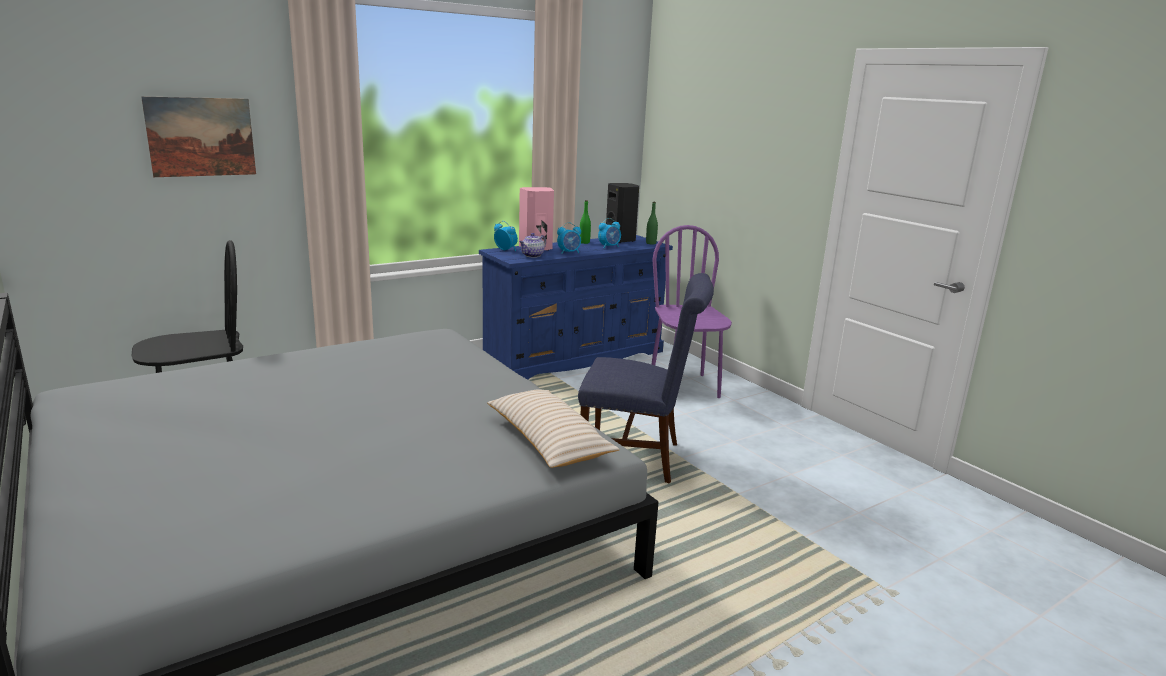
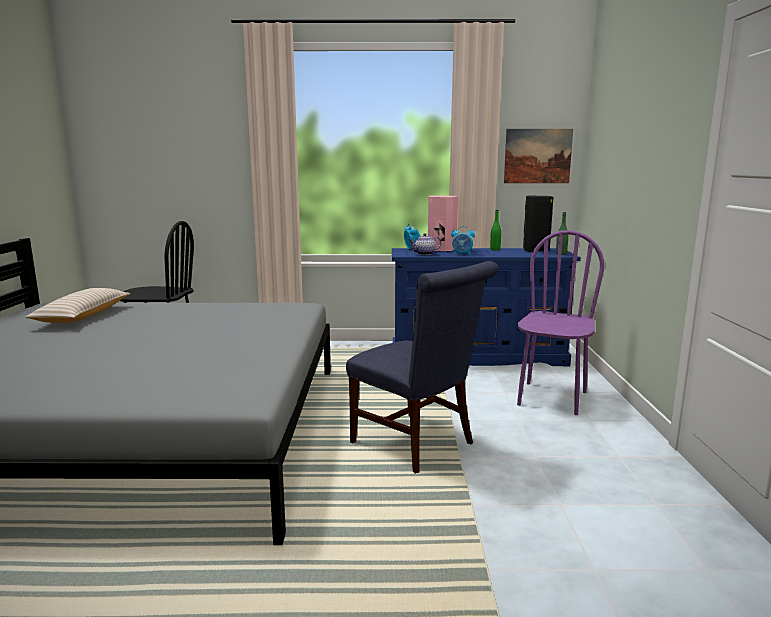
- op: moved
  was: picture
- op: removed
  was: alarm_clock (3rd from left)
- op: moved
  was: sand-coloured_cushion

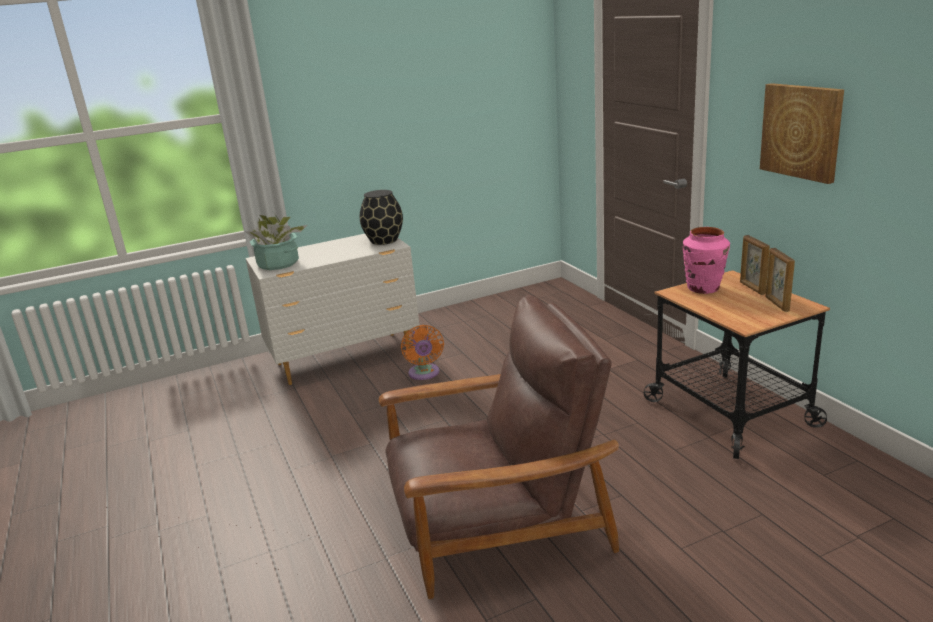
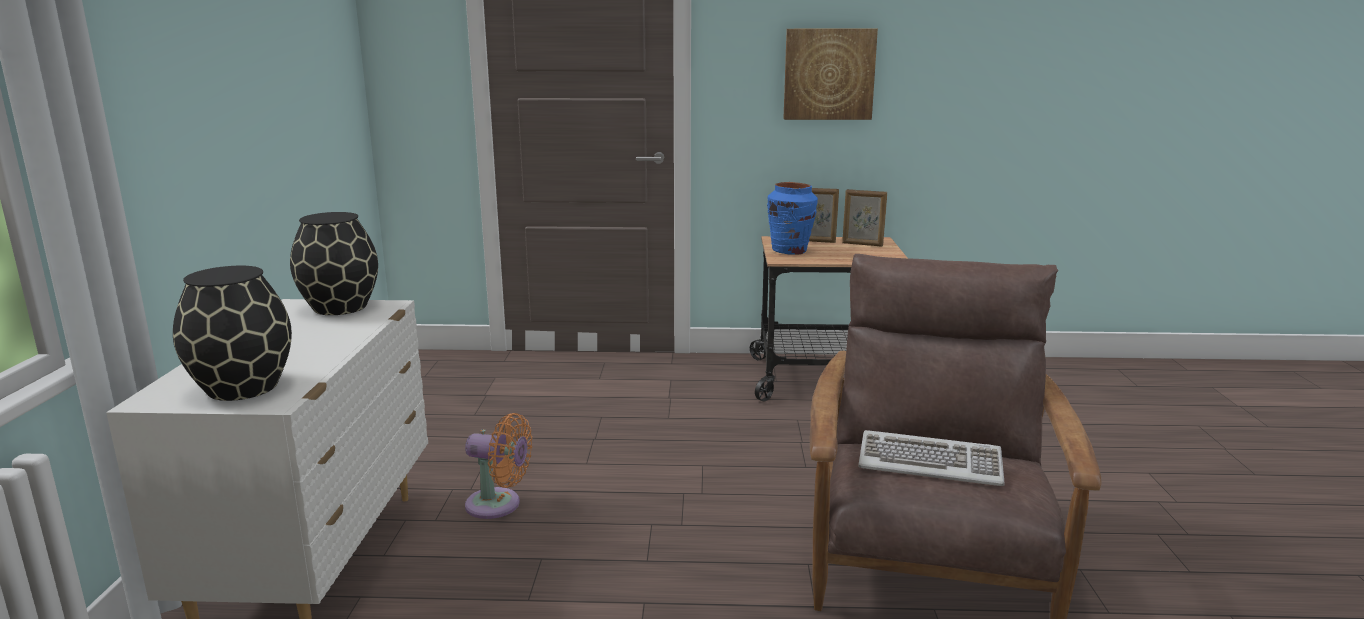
- op: replaced
  was: potted_plant
  now: black-coloured_flower_vase (1st from left)
- op: recoloured
  was: pink-coloured_flower_vase
  now: blue-coloured_flower_vase
- op: added
  now: computer_keyboard

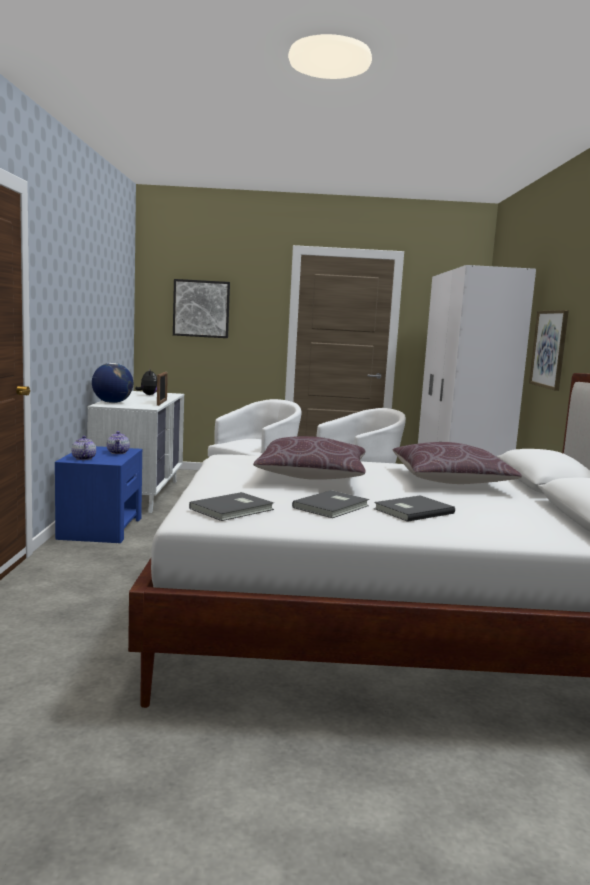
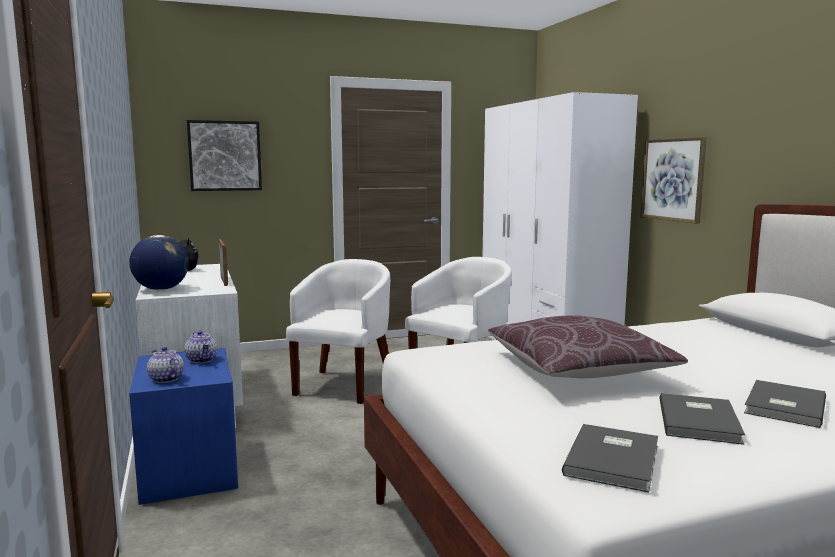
- op: removed
  was: brown_cushion (2nd from left)

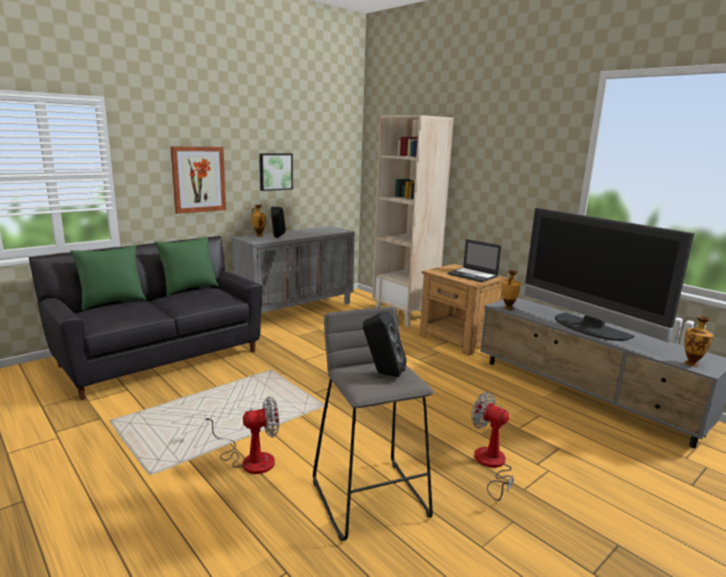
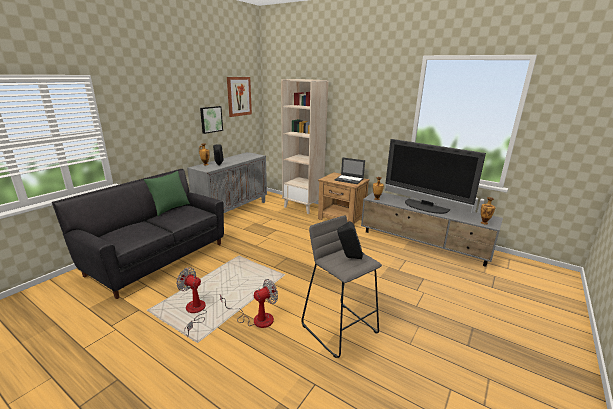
- op: moved
  was: picture (1st from left in the first image)
  now: picture (2nd from left)
- op: removed
  was: green_cushion (1st from left)
- op: moved
  was: fan (2nd from left in the first image)
  now: fan (1st from left)

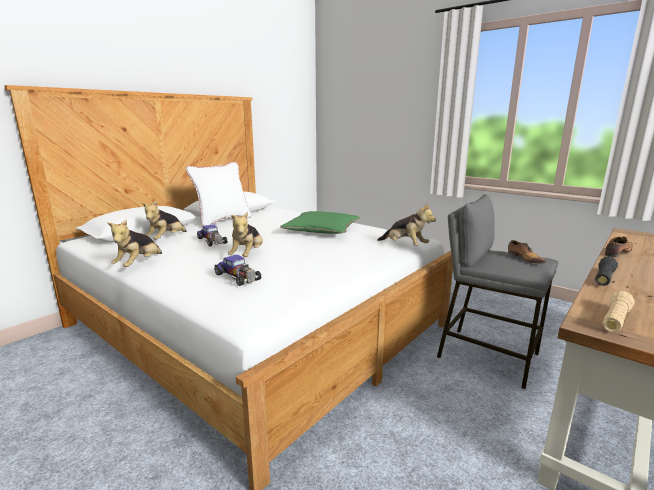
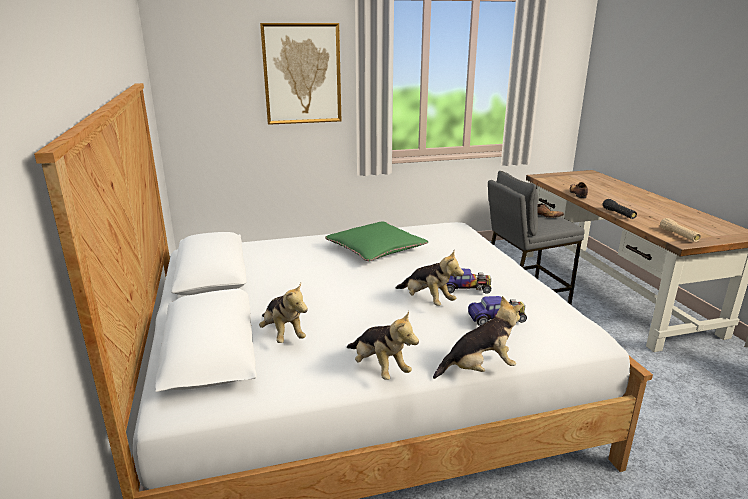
- op: removed
  was: white_cushion
- op: moved
  was: plush_toy (4th from left)
- op: moved
  was: toy_car (1st from left)
- op: added
  now: picture

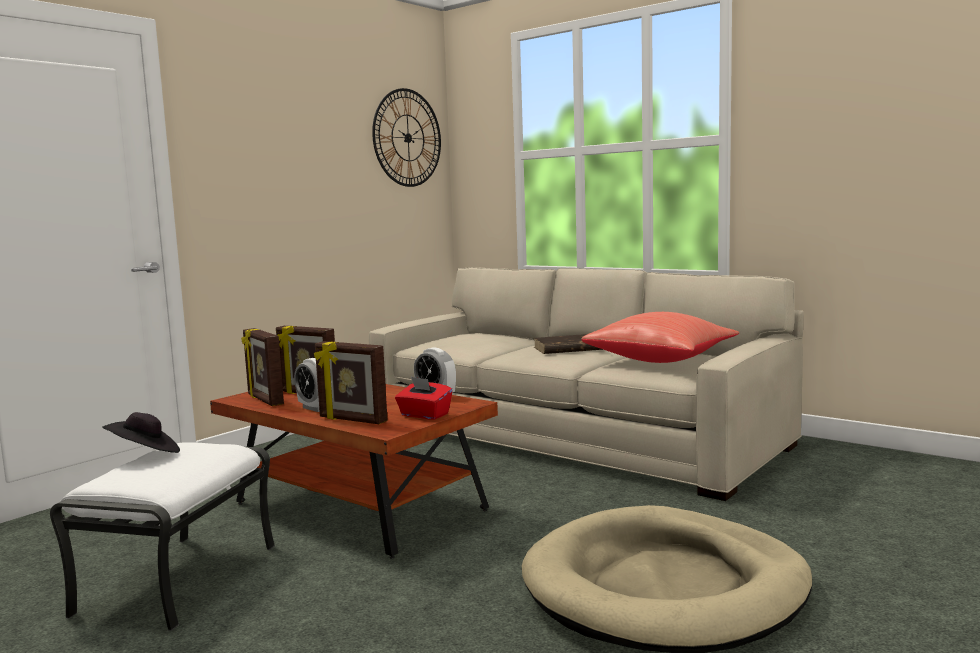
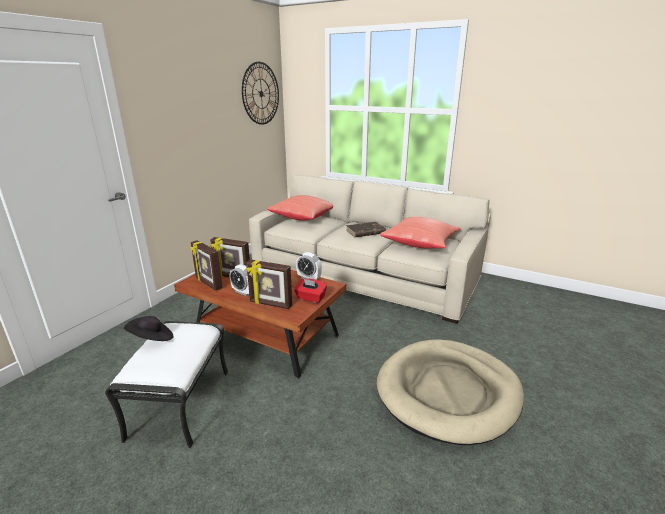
- op: added
  now: red_cushion (1st from left)

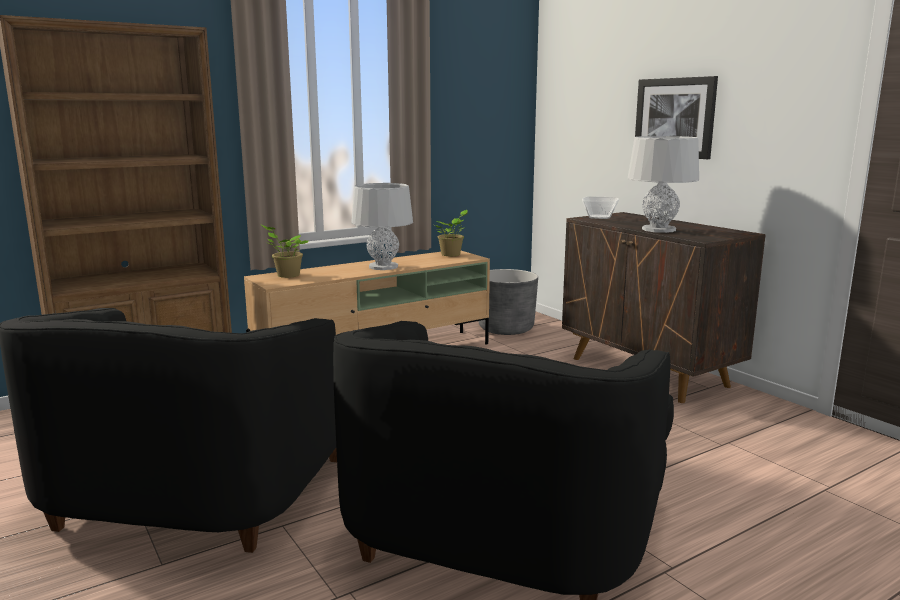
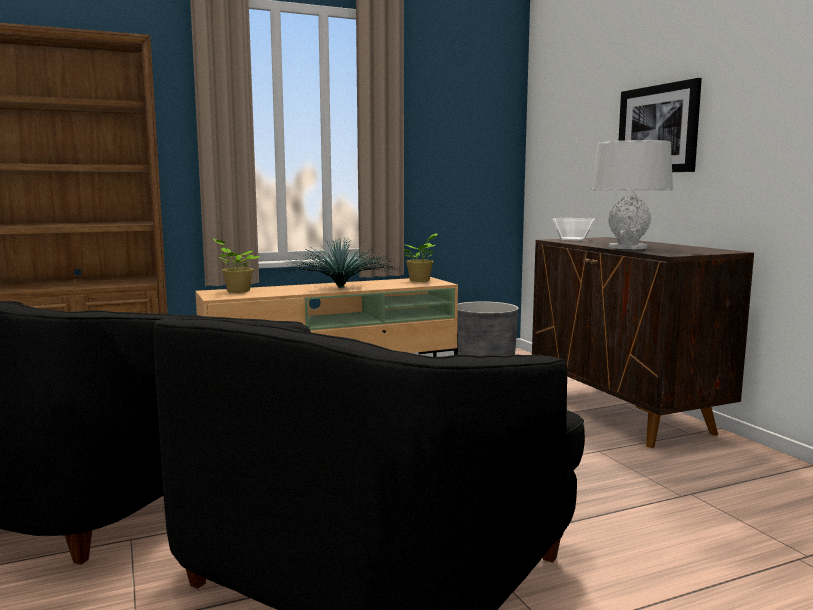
- op: replaced
  was: greyish_lamp_for_a_table (1st from left)
  now: potted_plant (2nd from left)

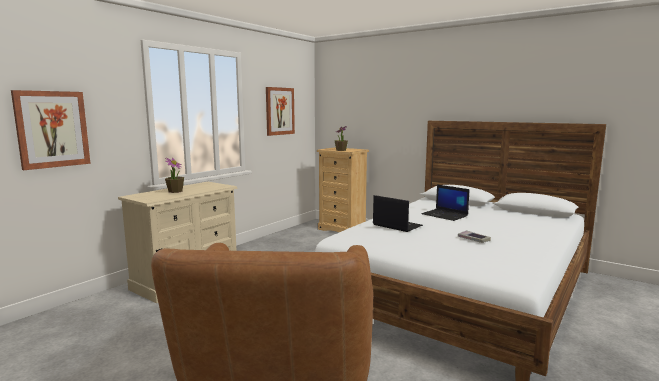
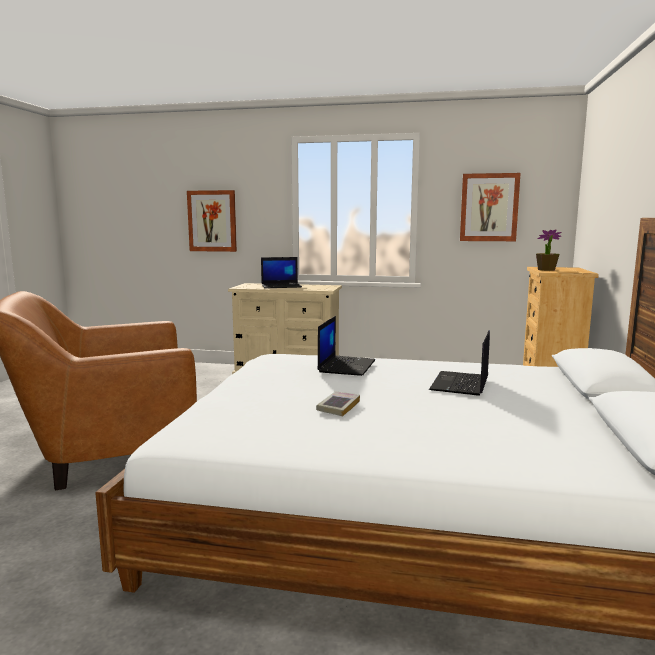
- op: replaced
  was: potted_plant (1st from left)
  now: portable_computer (1st from left)

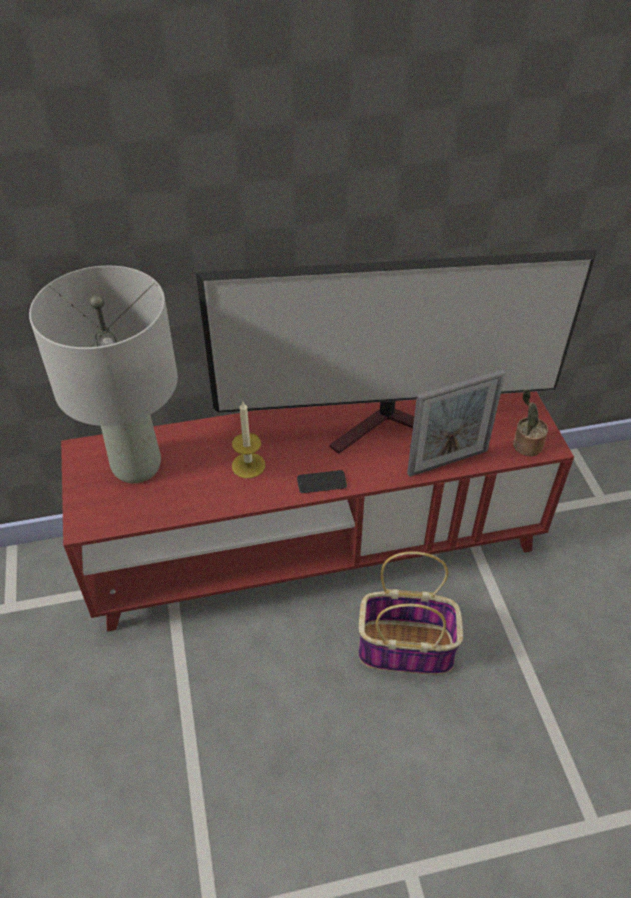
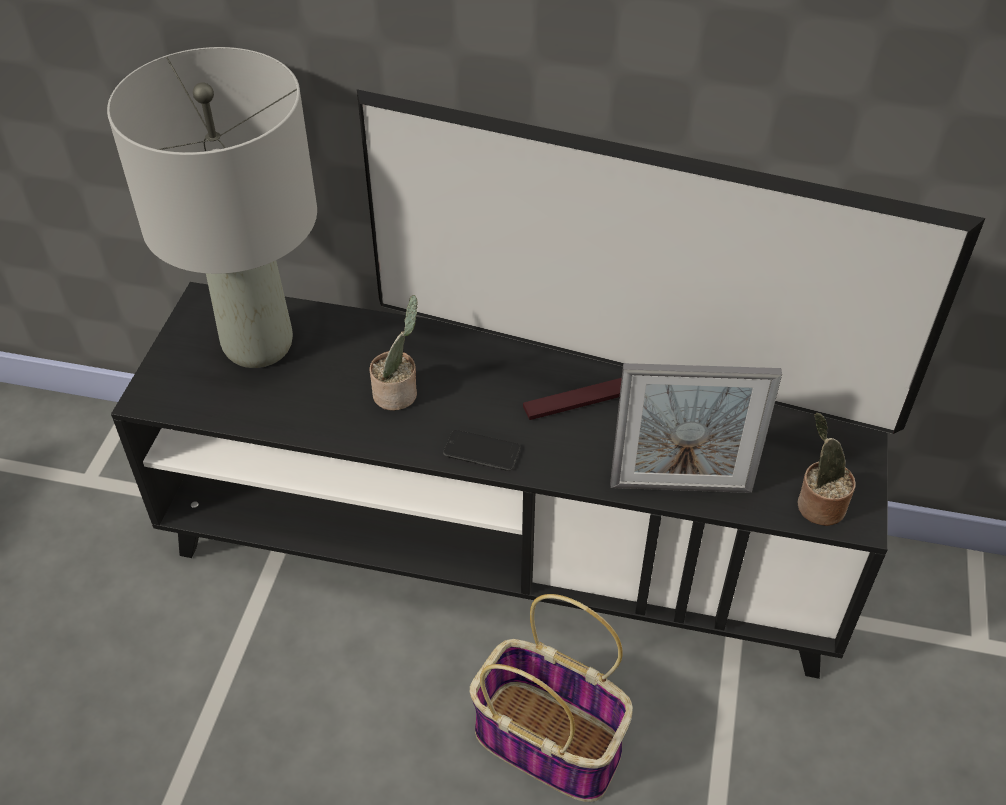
- op: recoloured
  was: red_tv_stand
  now: black-coloured_tv_stand
- op: replaced
  was: wax_candle
  now: potted_plant (1st from left)

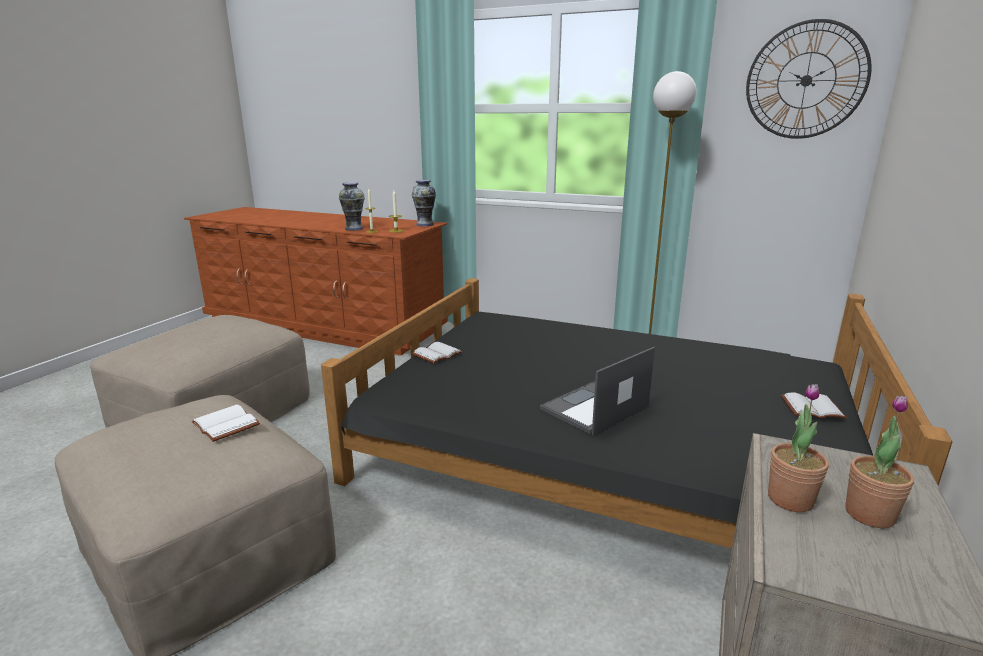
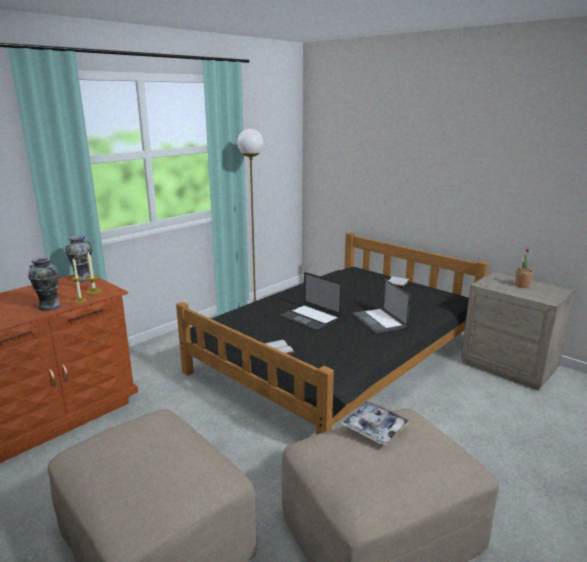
- op: removed
  was: clock_on_the_wall
- op: removed
  was: potted_plant (1st from left)
- op: replaced
  was: white_bound_book (1st from left)
  now: carrying_tray
- op: added
  now: portable_computer (1st from left)

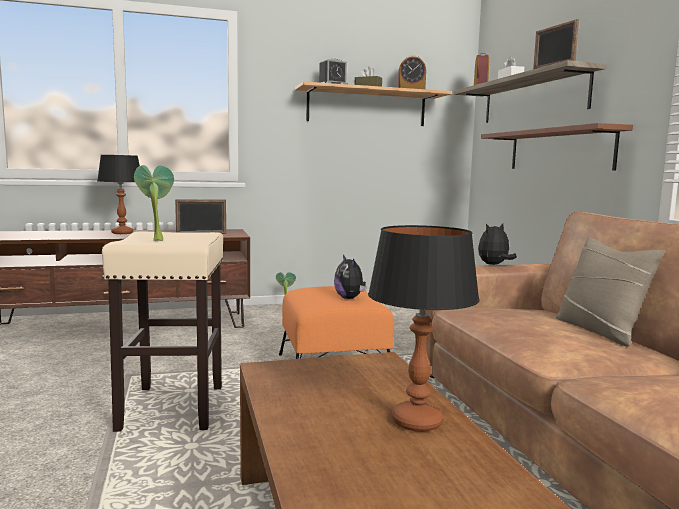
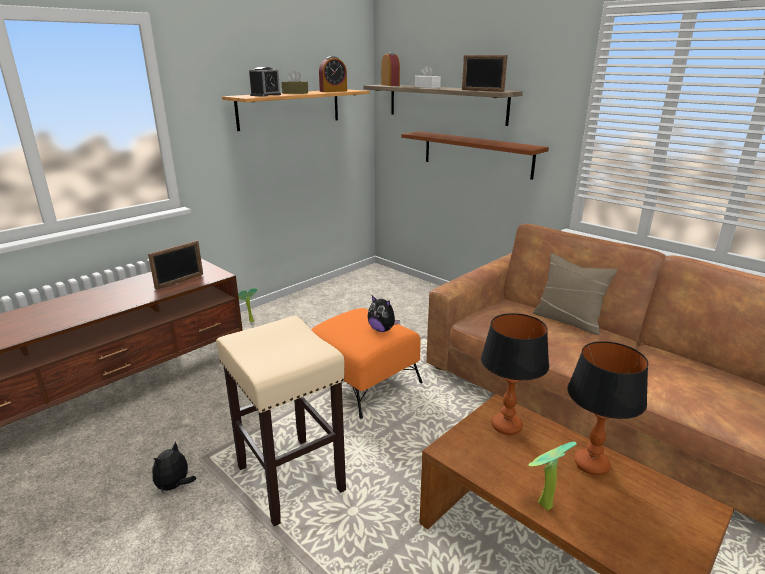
- op: moved
  was: lamp_for_a_table (1st from left)
- op: moved
  was: potted_plant (1st from left in the first image)
  now: potted_plant (2nd from left)
- op: moved
  was: plush_toy (2nd from left in the first image)
  now: plush_toy (1st from left)

